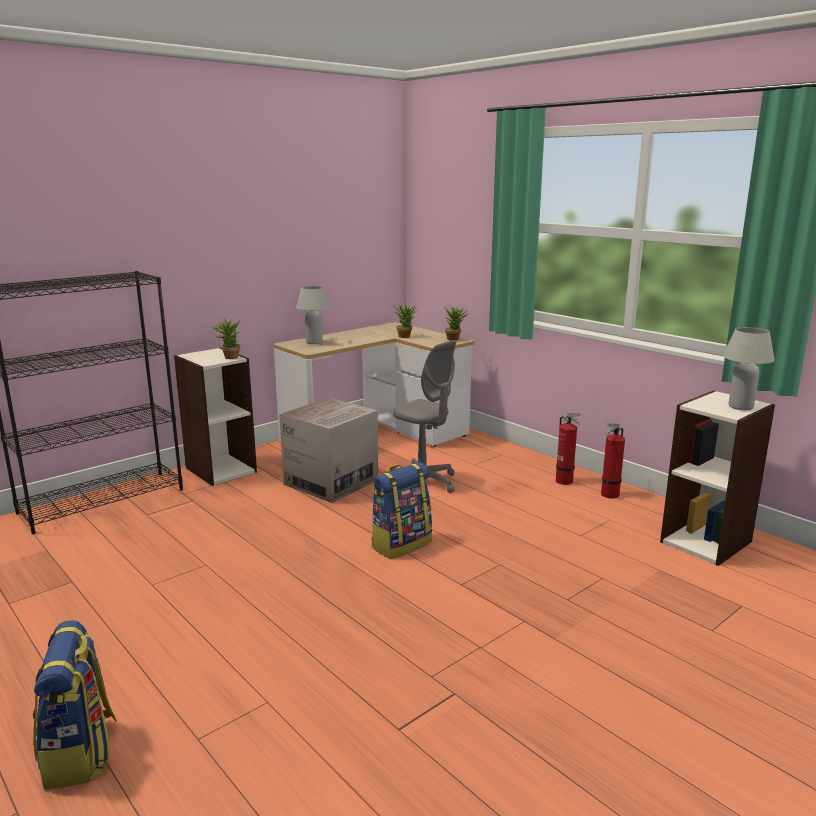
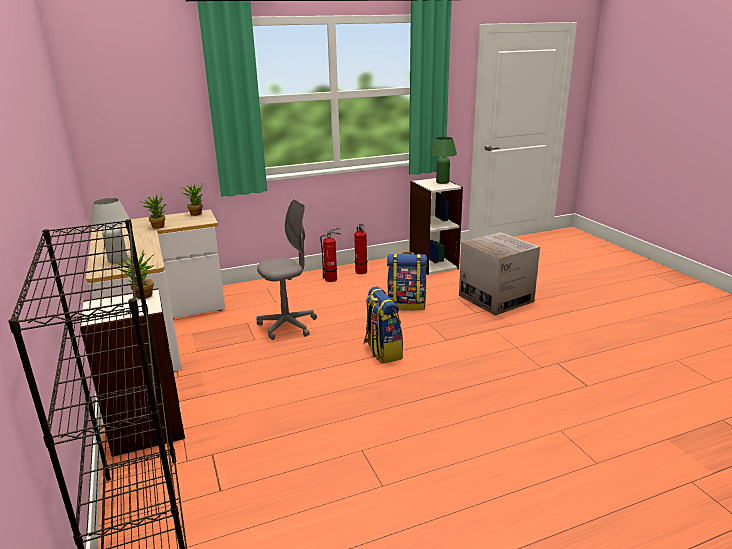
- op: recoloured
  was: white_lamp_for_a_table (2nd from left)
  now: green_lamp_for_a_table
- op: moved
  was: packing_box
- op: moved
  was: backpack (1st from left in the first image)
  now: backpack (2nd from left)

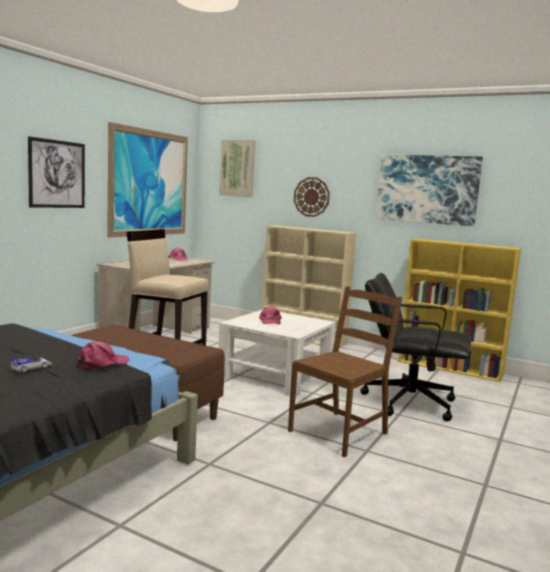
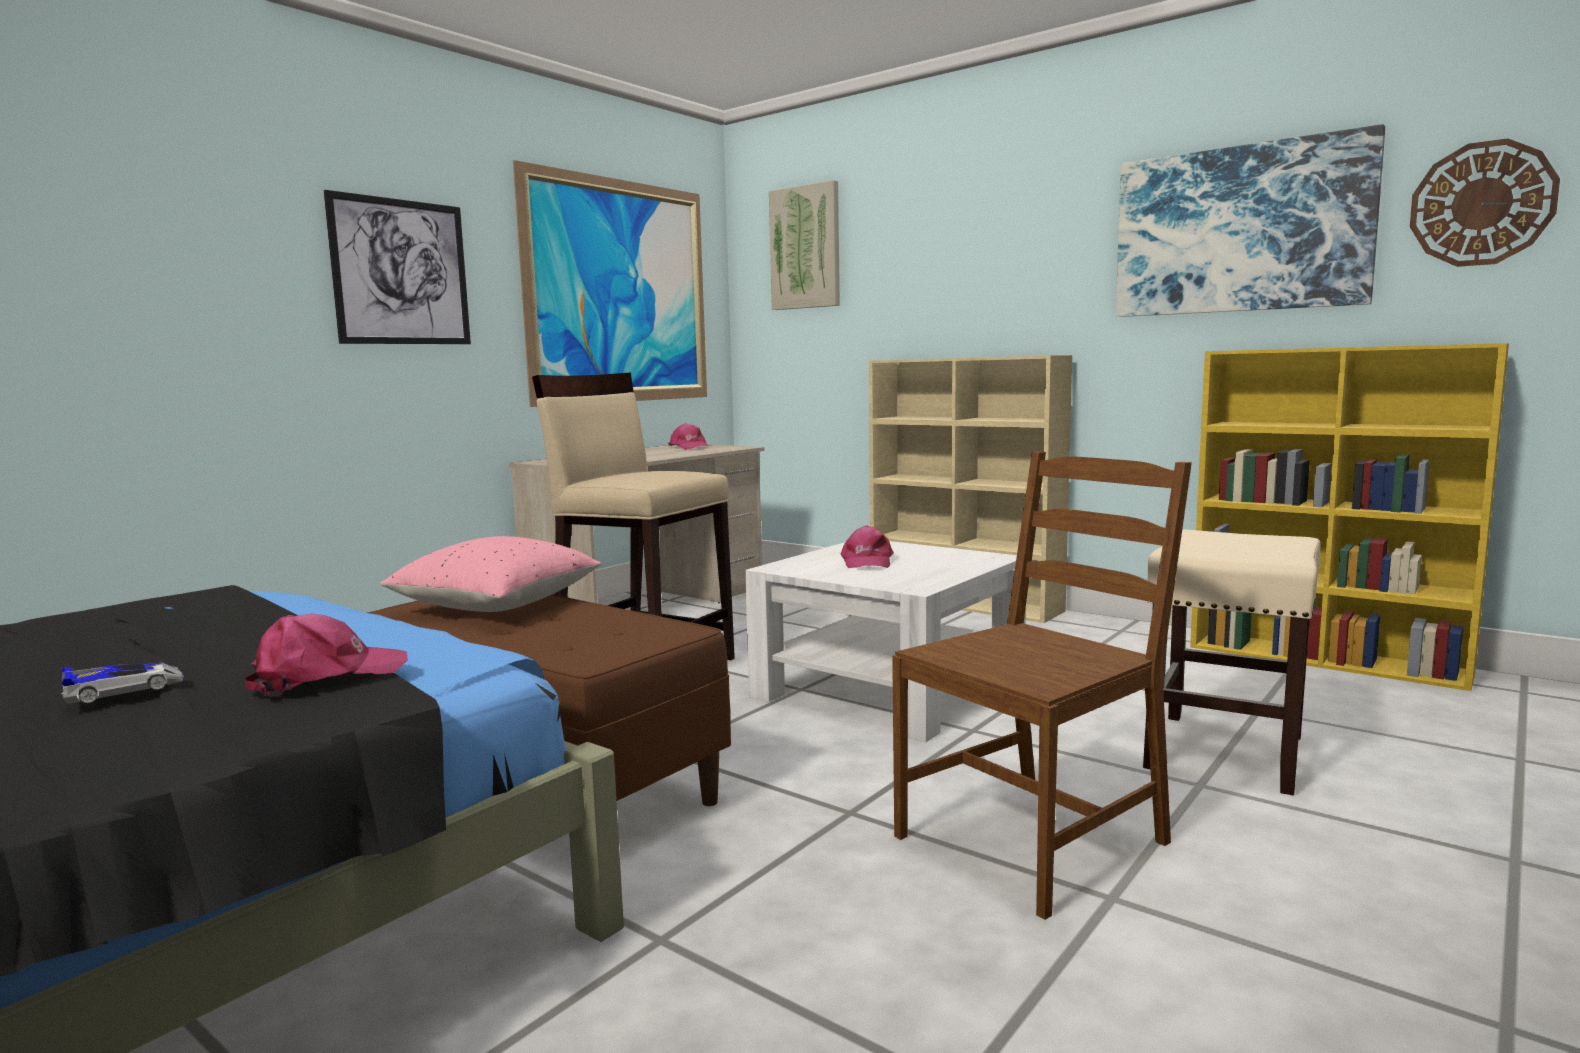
- op: moved
  was: clock_on_the_wall
- op: replaced
  was: black-coloured_desk_chair
  now: sand-coloured_stool (2nd from left)
- op: added
  now: pink-coloured_cushion

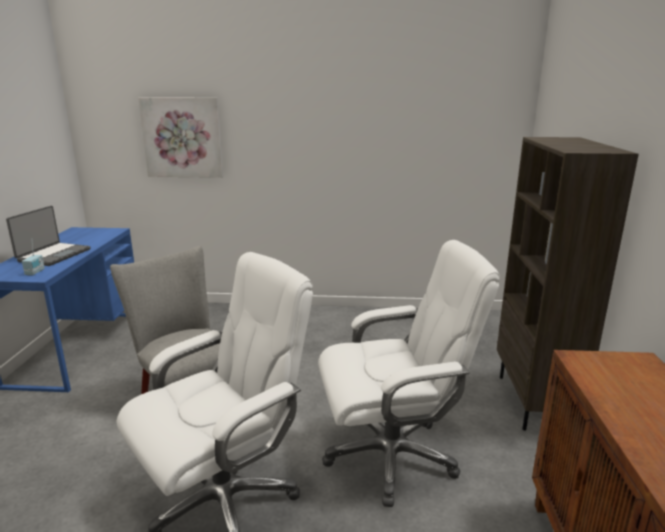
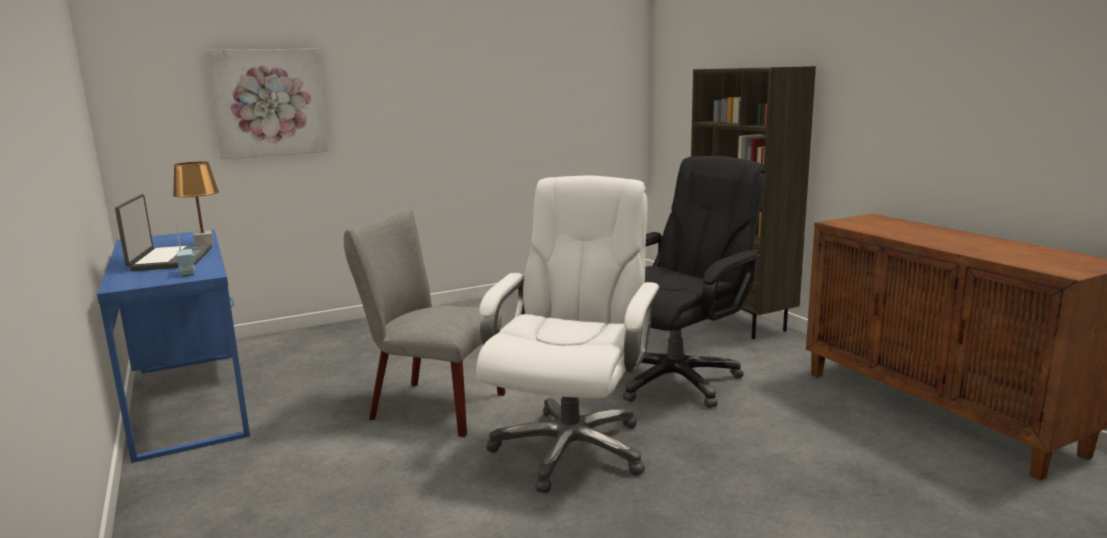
- op: recoloured
  was: white_desk_chair (2nd from left)
  now: black-coloured_desk_chair
- op: added
  now: brown_lamp_for_a_table

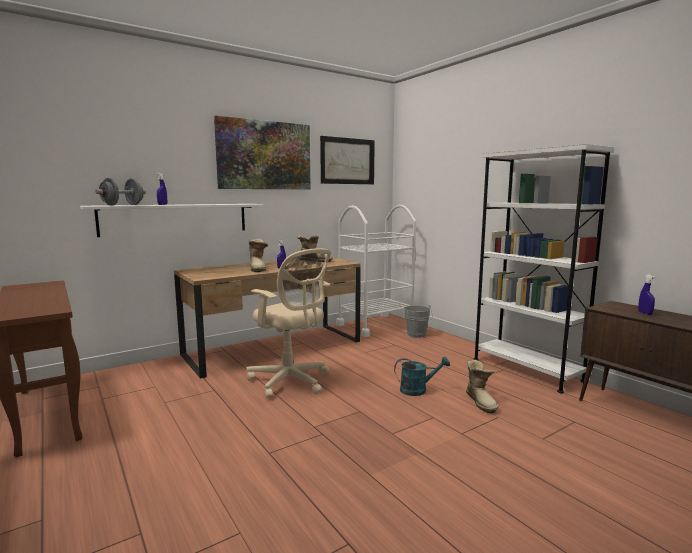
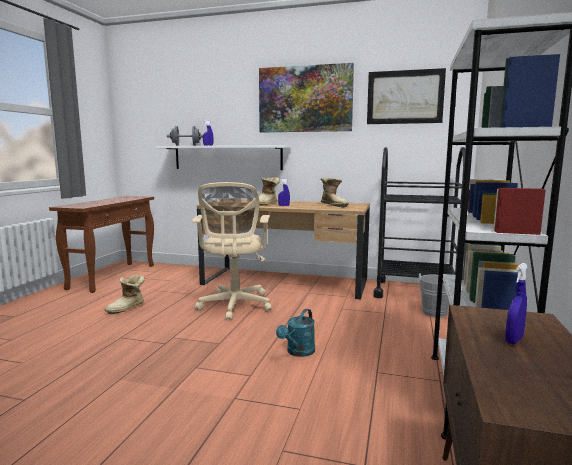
- op: recoloured
  was: white_cart
  now: black-coloured_cart
- op: turned
  was: turquoise-coloured_watering_can
  clockwise: 75
- op: moved
  was: high-top_boot (3rd from left in the first image)
  now: high-top_boot (1st from left)

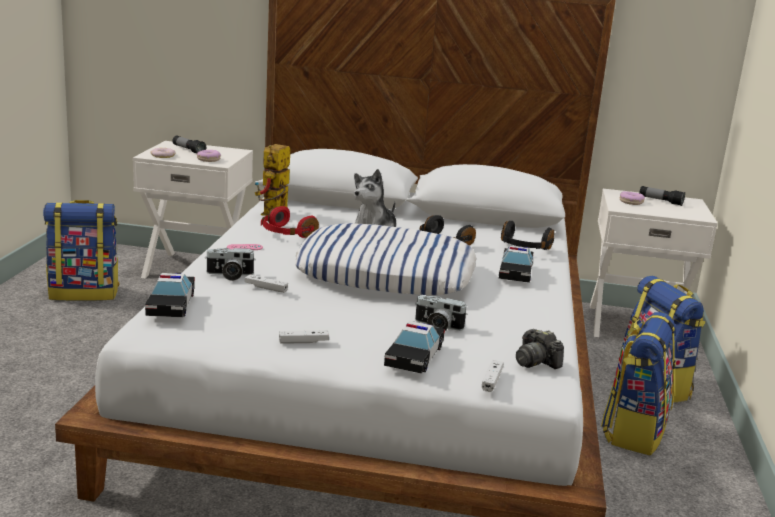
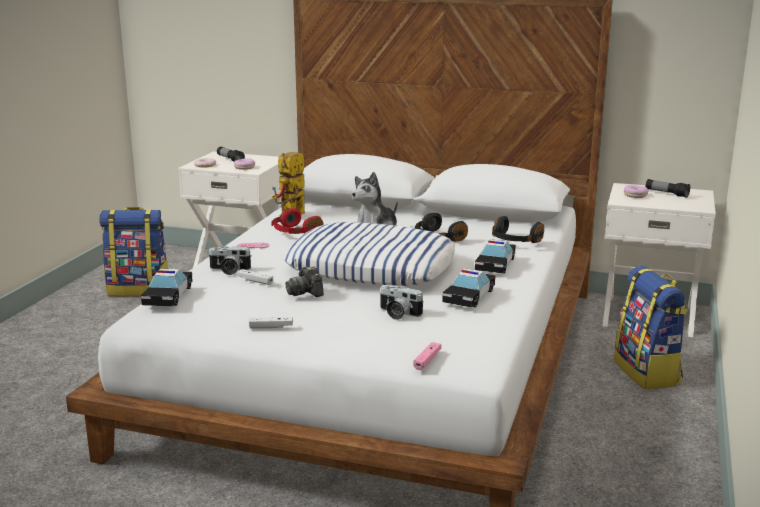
- op: removed
  was: backpack (2nd from left)
- op: moved
  was: toy_car (2nd from left)
- op: moved
  was: still_camera (3rd from left in the first image)
  now: still_camera (2nd from left)
- op: recoloured
  was: white_gamepad (3rd from left)
  now: pink-coloured_gamepad (2nd from left)

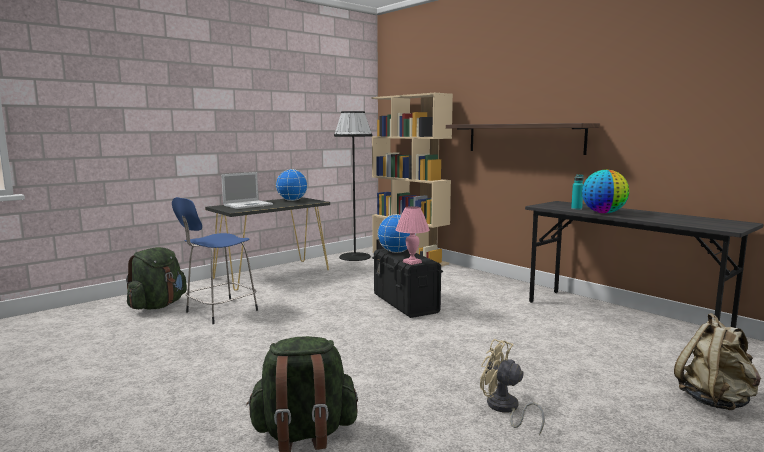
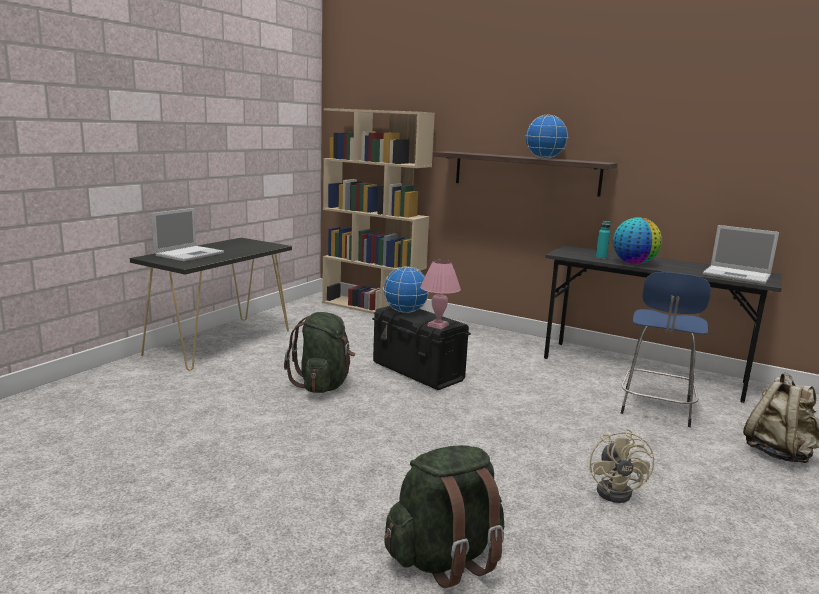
- op: removed
  was: black-coloured_standing_lamp
- op: moved
  was: desk_globe (1st from left in the first image)
  now: desk_globe (2nd from left)
- op: moved
  was: blue-coloured_stool
- op: moved
  was: green_backpack (1st from left)
- op: turned
  was: sand-coloured_fan
  clockwise: -105
- op: added
  now: portable_computer (2nd from left)

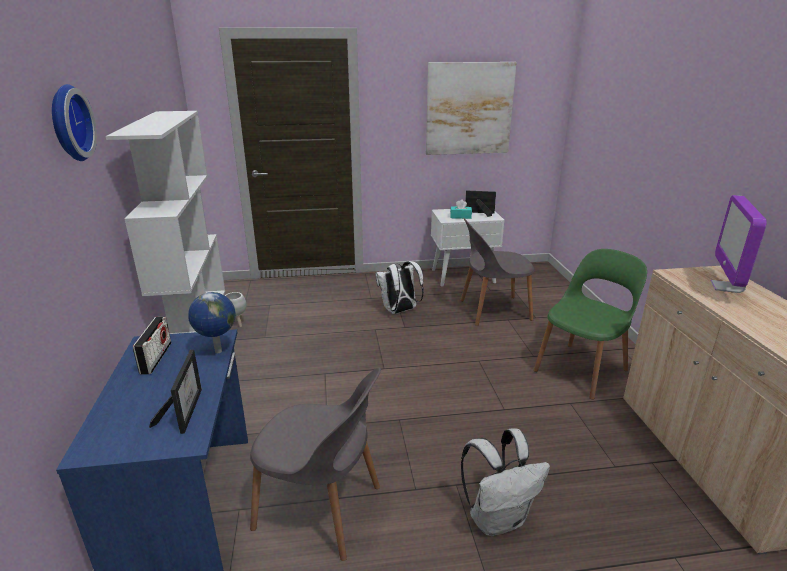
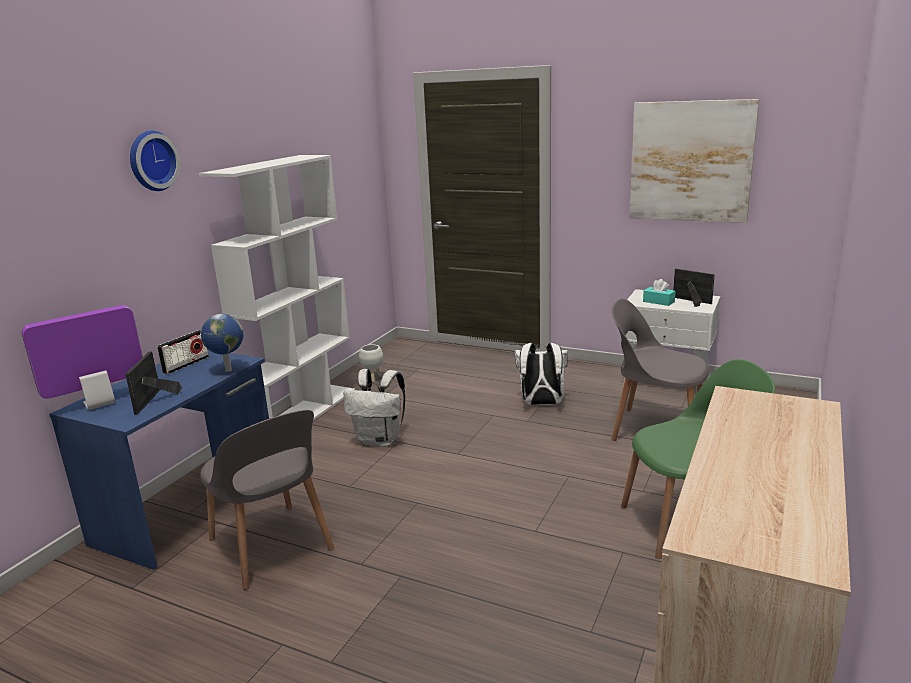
- op: moved
  was: computer_screen
- op: turned
  was: picture_frame (1st from left)
  clockwise: 150
- op: moved
  was: white_backpack (2nd from left in the first image)
  now: white_backpack (1st from left)

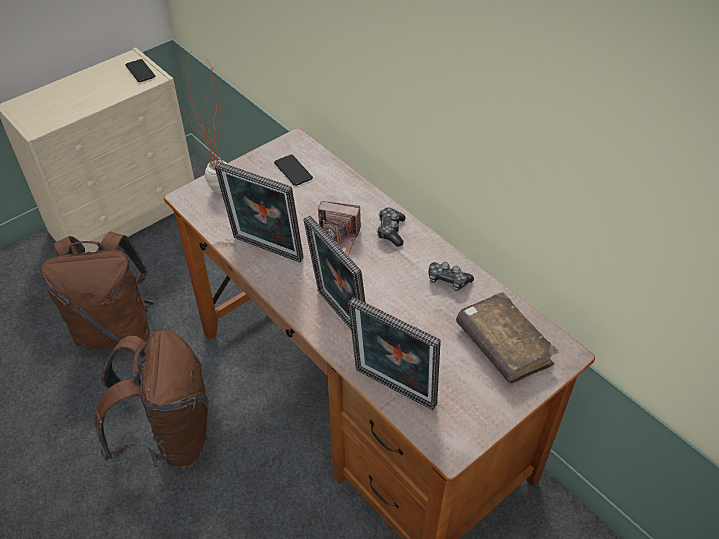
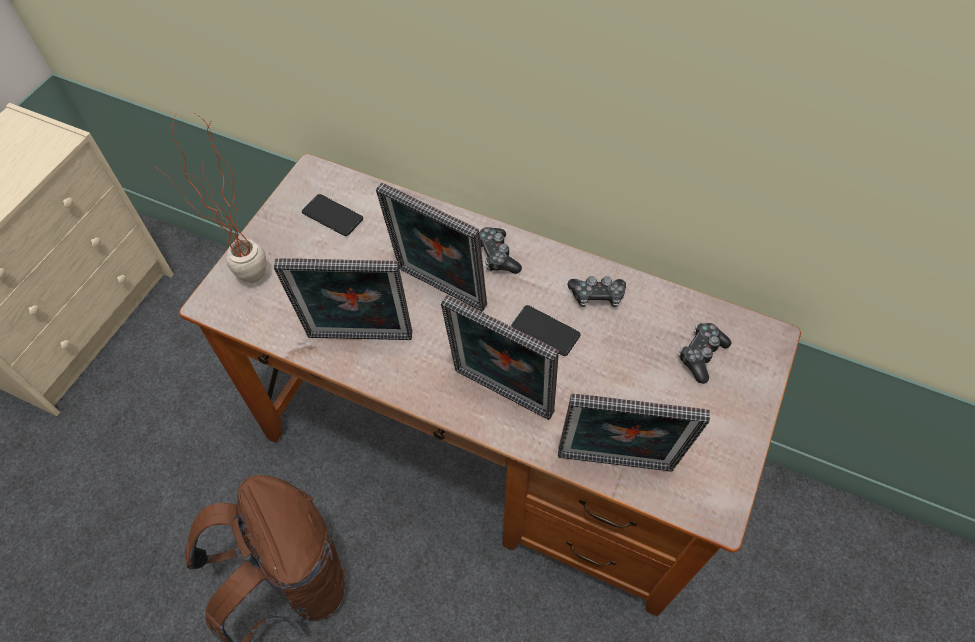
- op: moved
  was: handset (1st from left in the first image)
  now: handset (2nd from left)
- op: replaced
  was: still_camera
  now: picture_frame (2nd from left)
- op: removed
  was: brown_backpack (1st from left)
- op: replaced
  was: brown_bound_book
  now: gamepad (3rd from left)

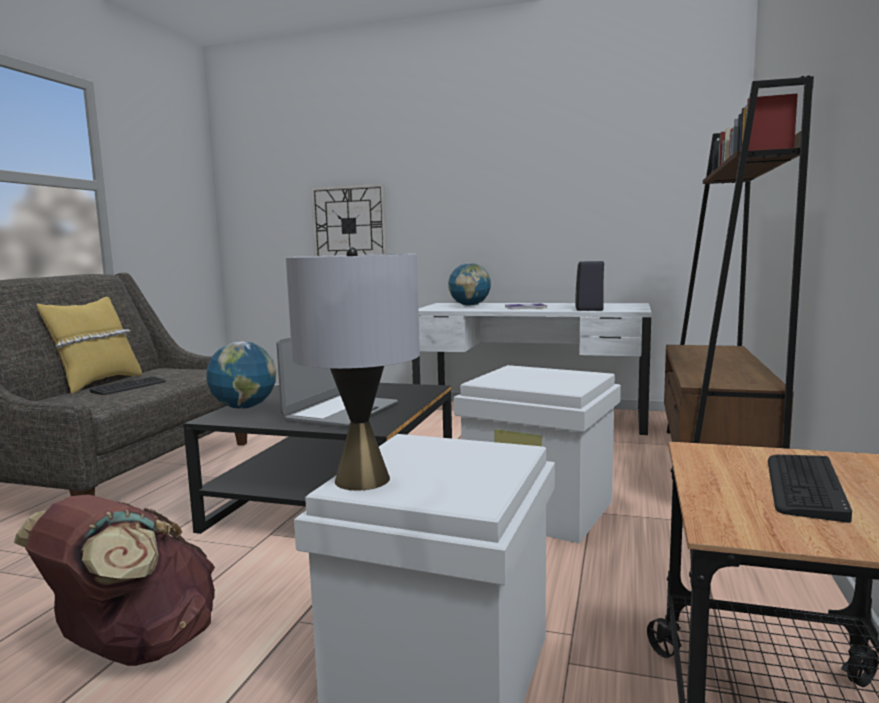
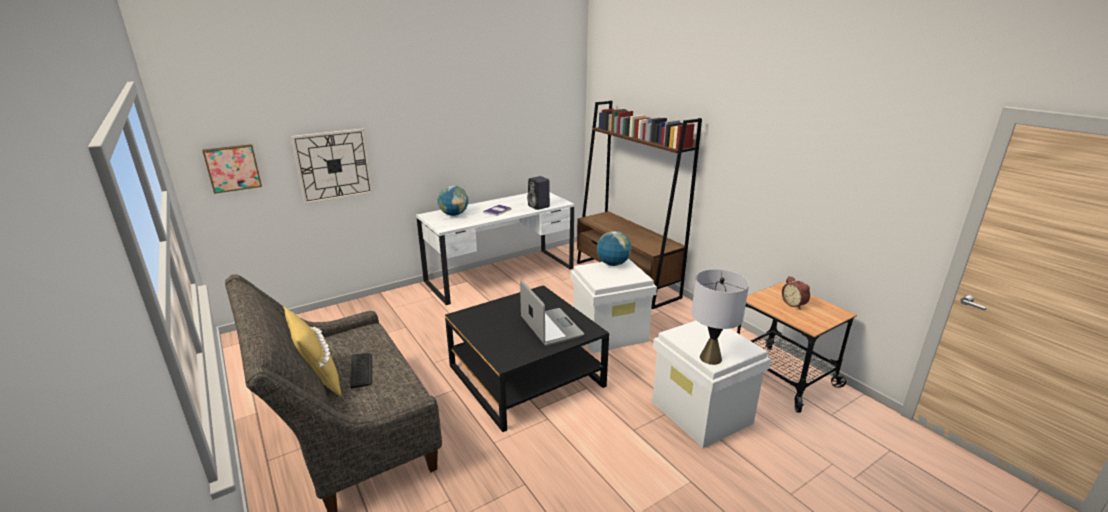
- op: moved
  was: desk_globe (1st from left in the first image)
  now: desk_globe (2nd from left)
- op: replaced
  was: computer_keyboard (2nd from left)
  now: alarm_clock
- op: removed
  was: brown_backpack
- op: added
  now: picture

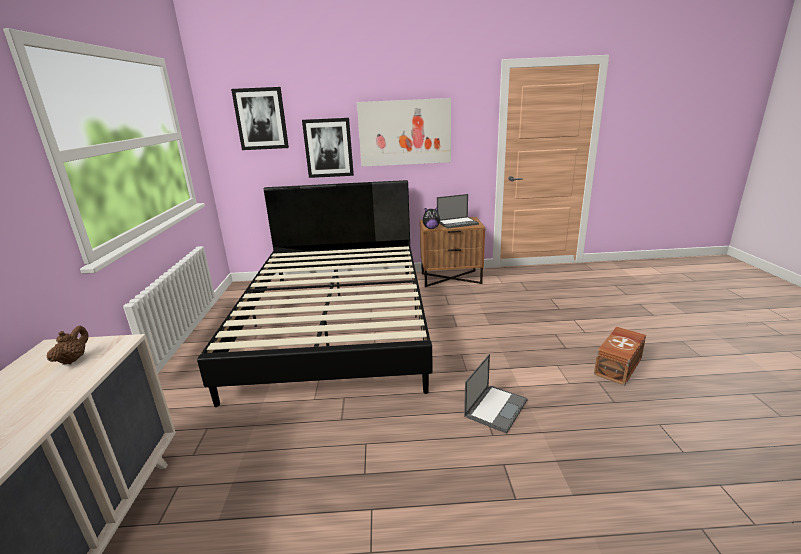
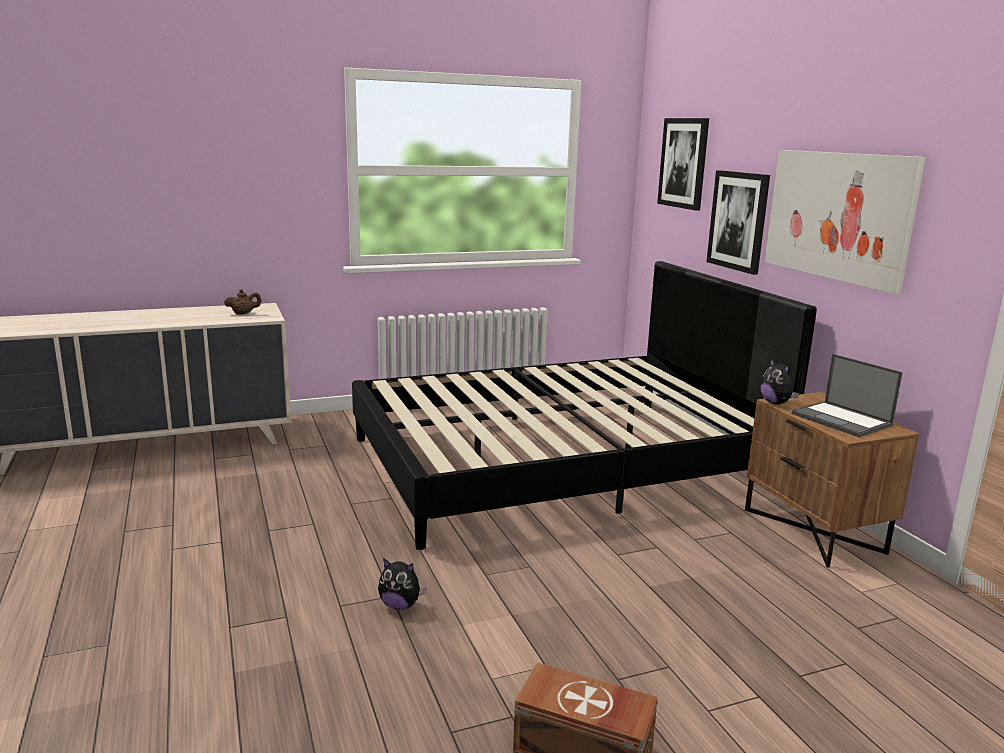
- op: replaced
  was: portable_computer (2nd from left)
  now: plush_toy (1st from left)

